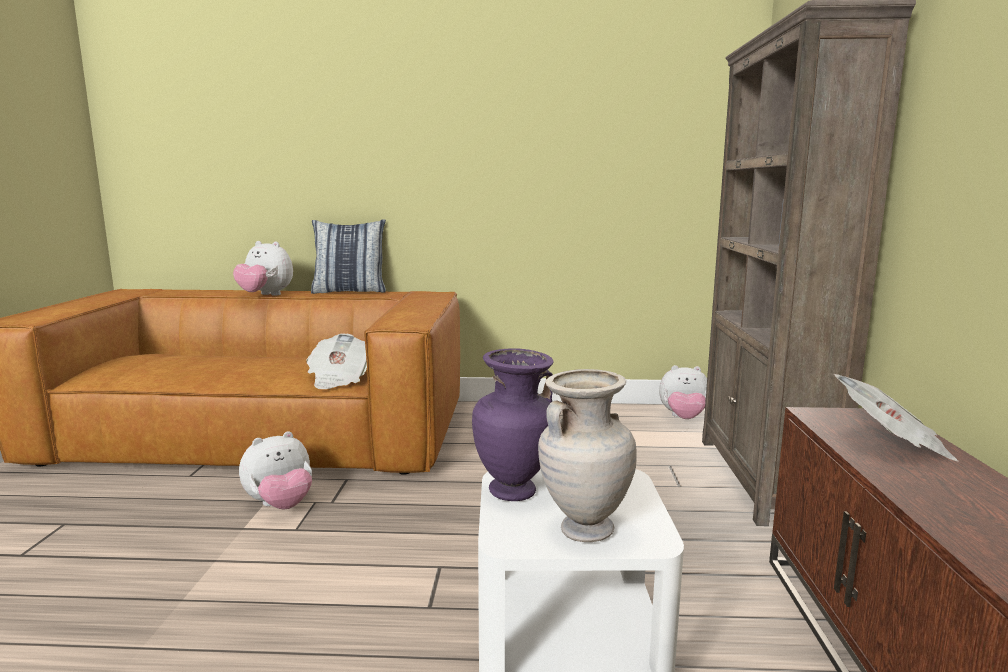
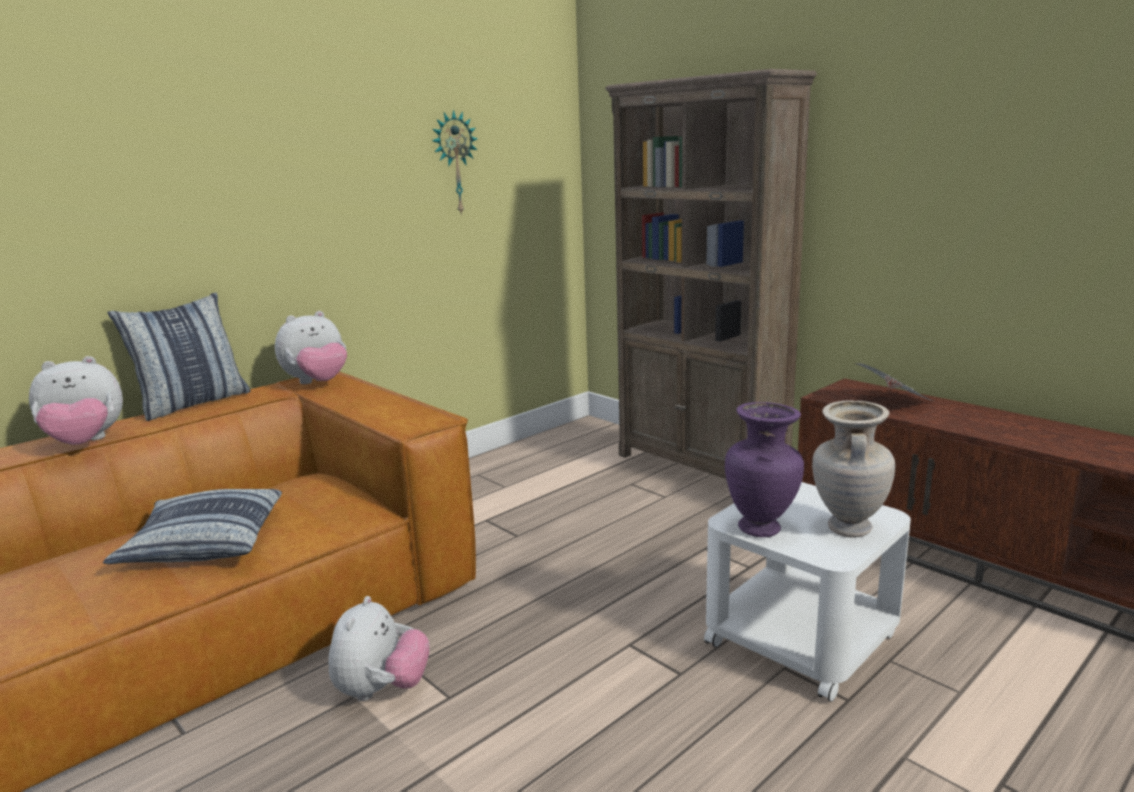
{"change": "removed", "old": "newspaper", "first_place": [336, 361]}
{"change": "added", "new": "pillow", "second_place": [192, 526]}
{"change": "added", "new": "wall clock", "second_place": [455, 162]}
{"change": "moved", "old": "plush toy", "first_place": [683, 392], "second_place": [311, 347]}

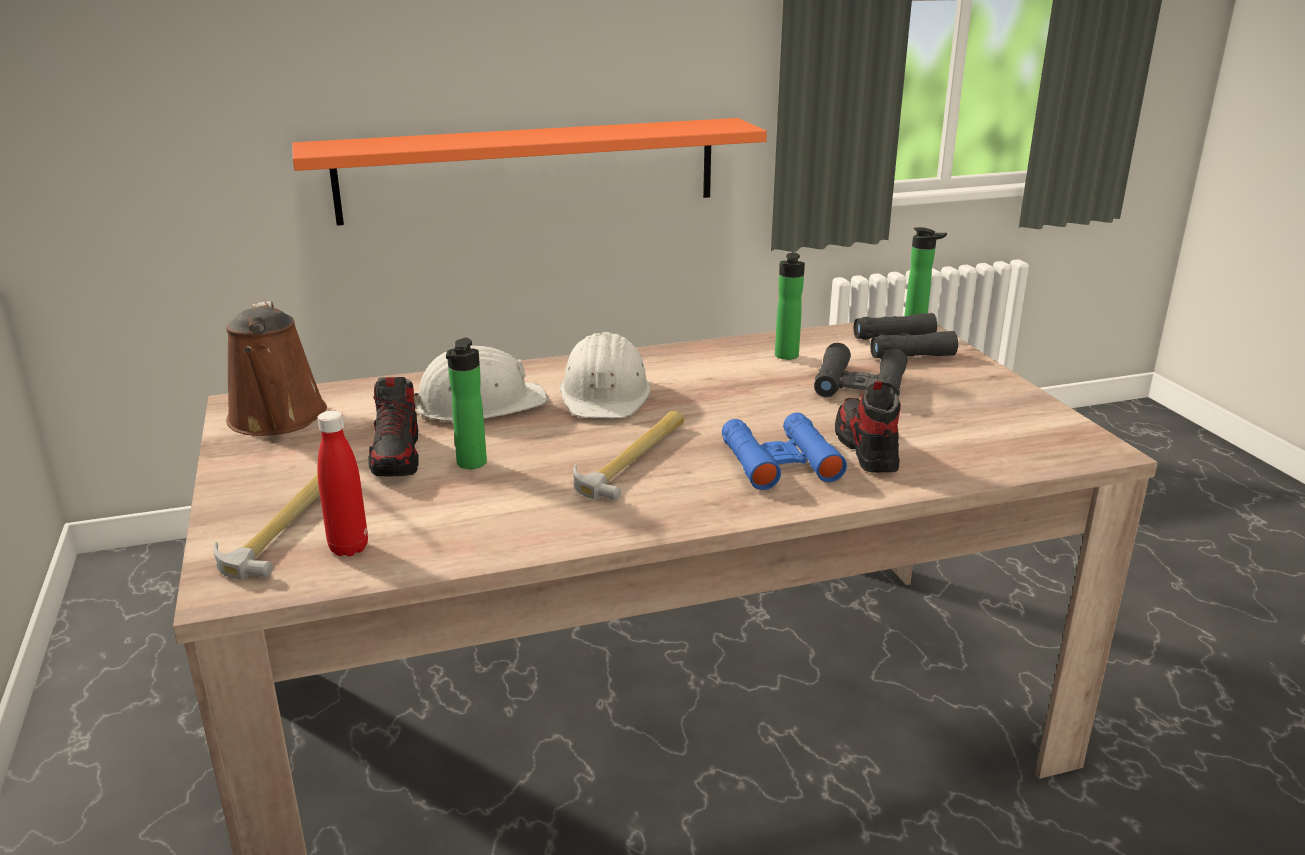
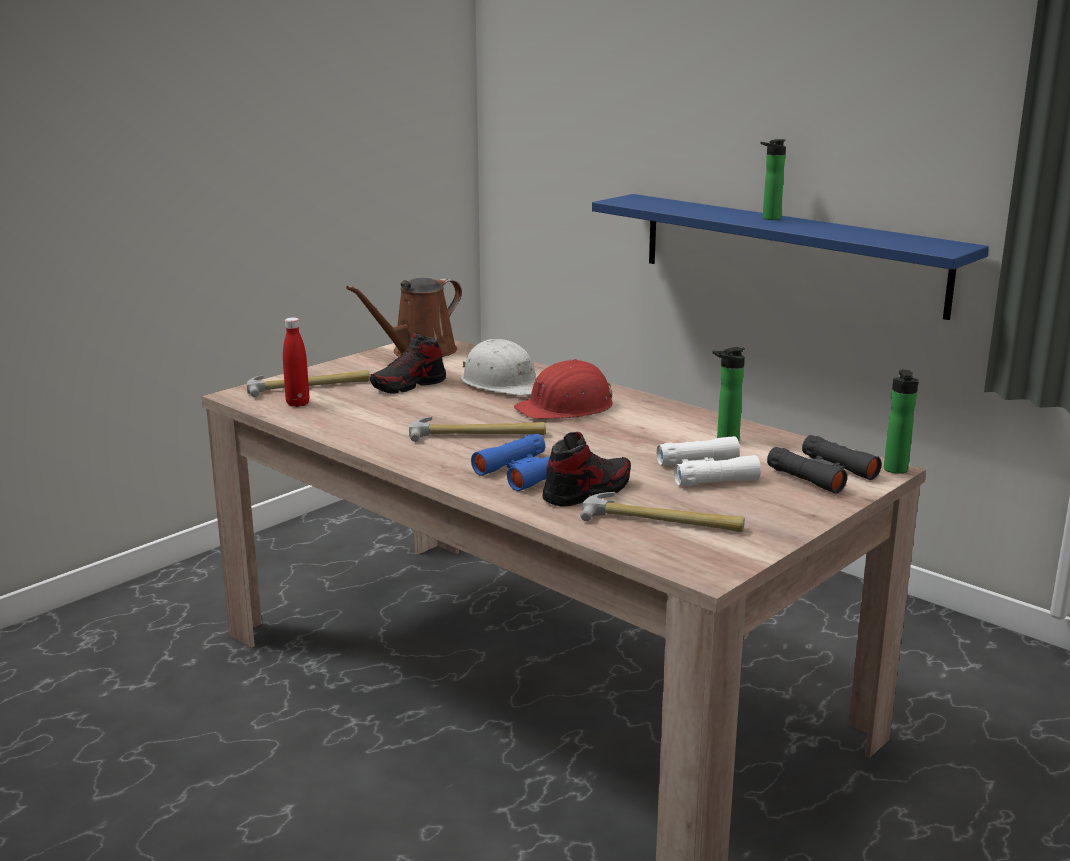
{"change": "added", "new": "hammer", "second_place": [662, 512]}
{"change": "moved", "old": "bottle", "first_place": [466, 403], "second_place": [773, 179]}
{"change": "recoloured", "old": "orange shelf", "new": "blue shelf", "first_place": [529, 172], "second_place": [790, 257]}
{"change": "recoloured", "old": "white hard hat", "new": "red hard hat", "first_place": [605, 375], "second_place": [563, 389]}
{"change": "recoloured", "old": "black binoculars", "new": "white binoculars", "first_place": [860, 370], "second_place": [708, 461]}

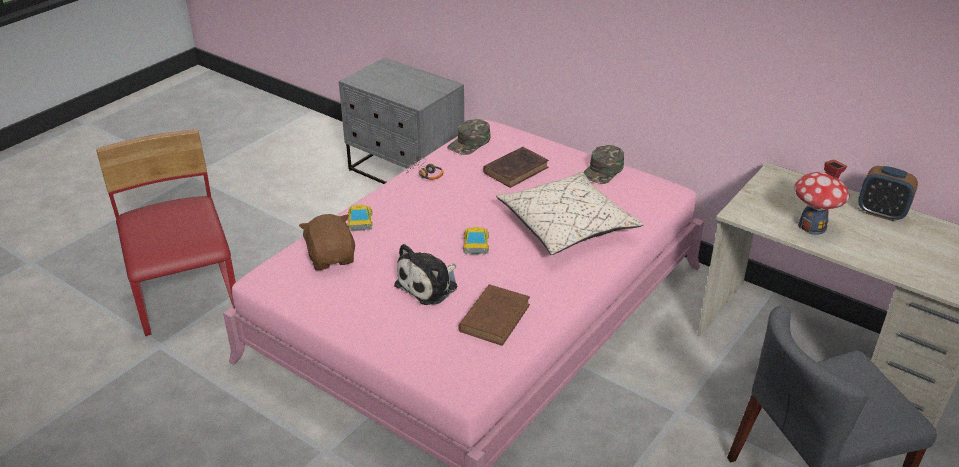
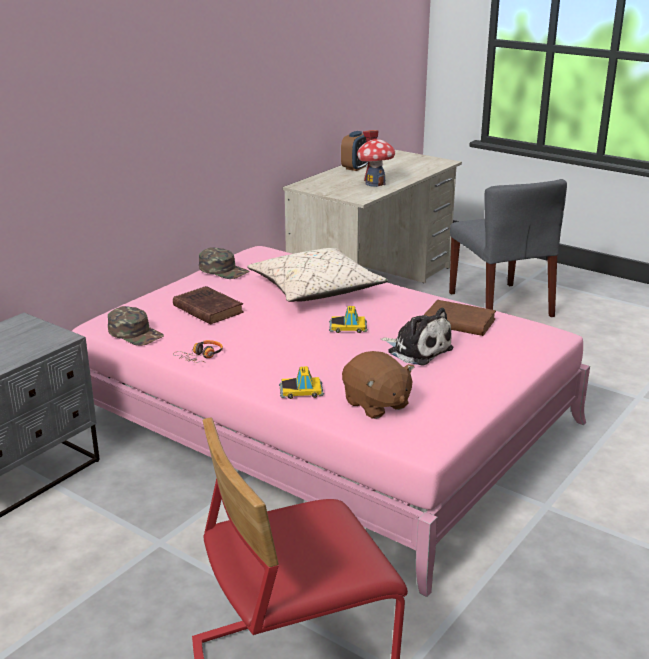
{"change": "turned", "old": "brown plush toy", "first_place": [327, 242], "second_place": [378, 385], "degrees": -105}

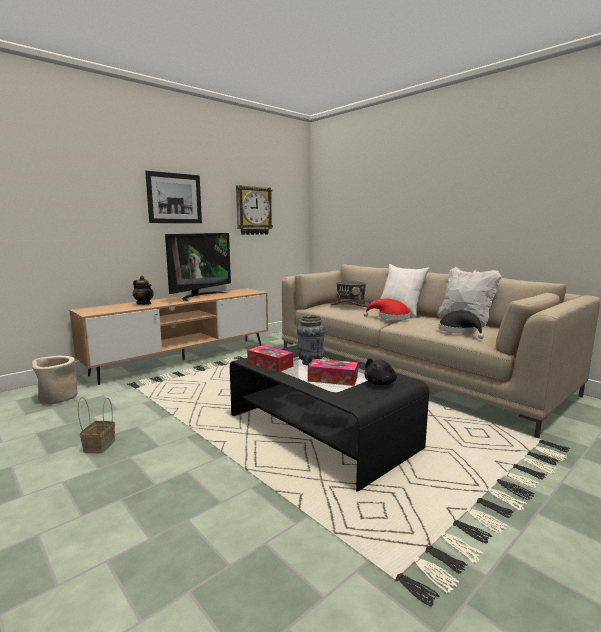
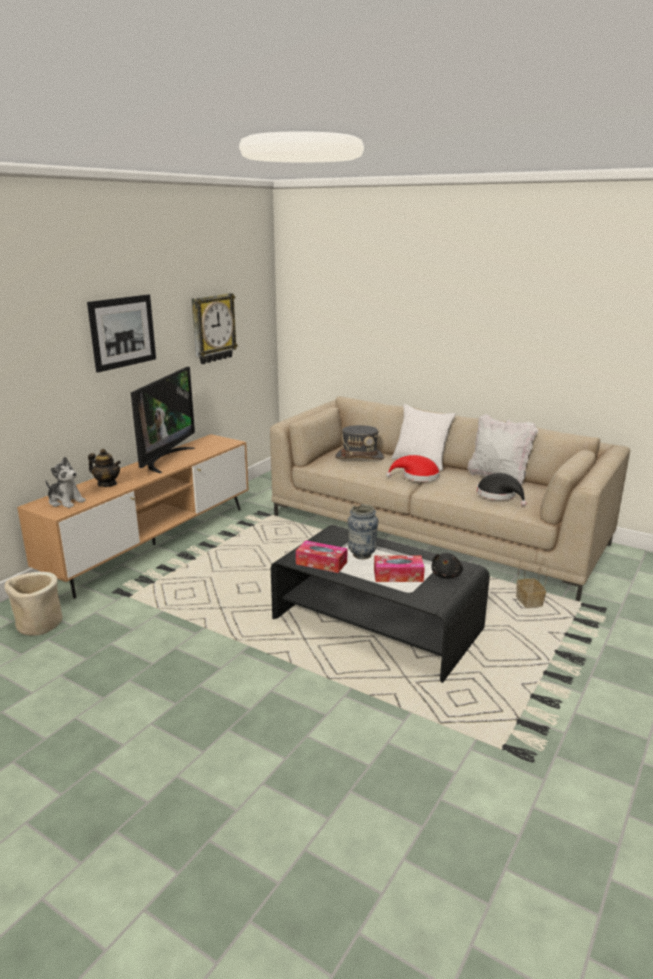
{"change": "added", "new": "plush toy", "second_place": [65, 482]}
{"change": "moved", "old": "basket", "first_place": [96, 425], "second_place": [532, 583]}

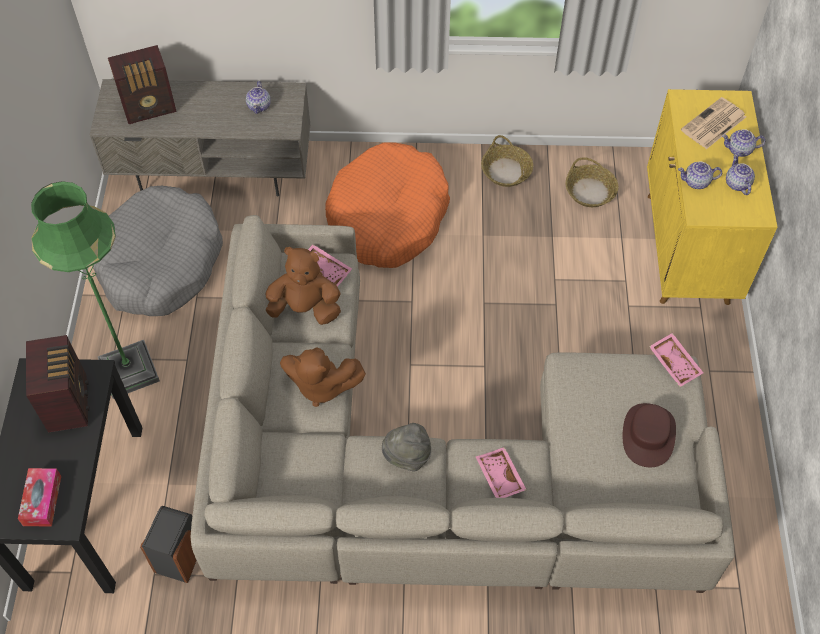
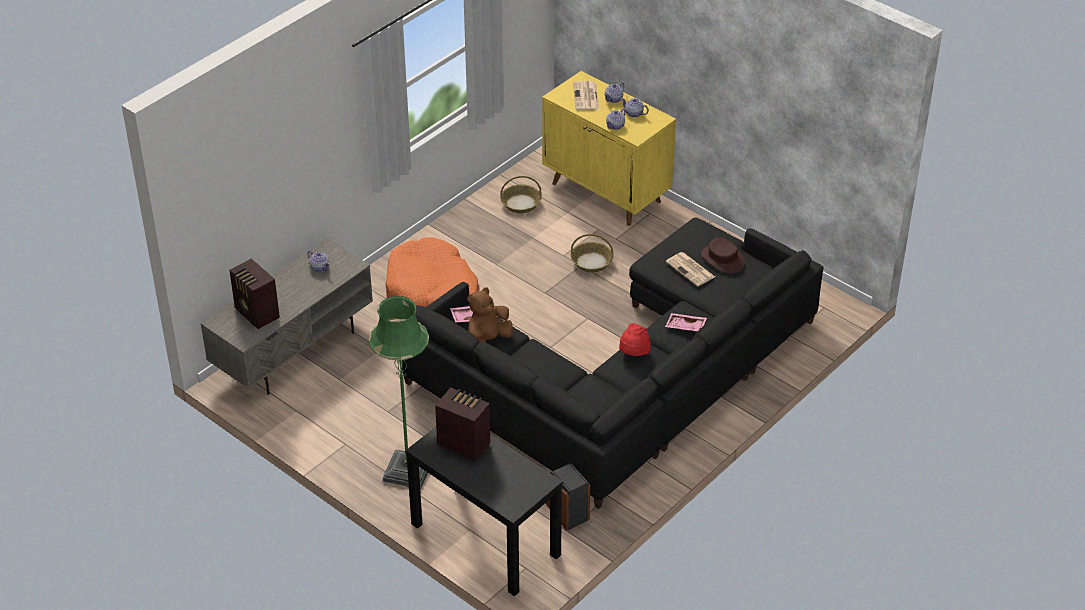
{"change": "removed", "old": "tissue box", "first_place": [39, 497]}
{"change": "removed", "old": "grey dog bed", "first_place": [157, 251]}
{"change": "removed", "old": "brown plush toy", "first_place": [323, 377]}
{"change": "removed", "old": "pink tray", "first_place": [676, 360]}
{"change": "added", "new": "newspaper", "second_place": [690, 269]}
{"change": "moved", "old": "basket", "first_place": [507, 161], "second_place": [592, 253]}
{"change": "recoloured", "old": "beige sofa", "new": "black sofa", "first_place": [463, 404], "second_place": [612, 363]}
{"change": "recoloured", "old": "grey hat", "new": "red hat", "first_place": [406, 447], "second_place": [635, 339]}
{"change": "turned", "old": "radio", "first_place": [142, 84], "second_place": [254, 294], "degrees": 120}

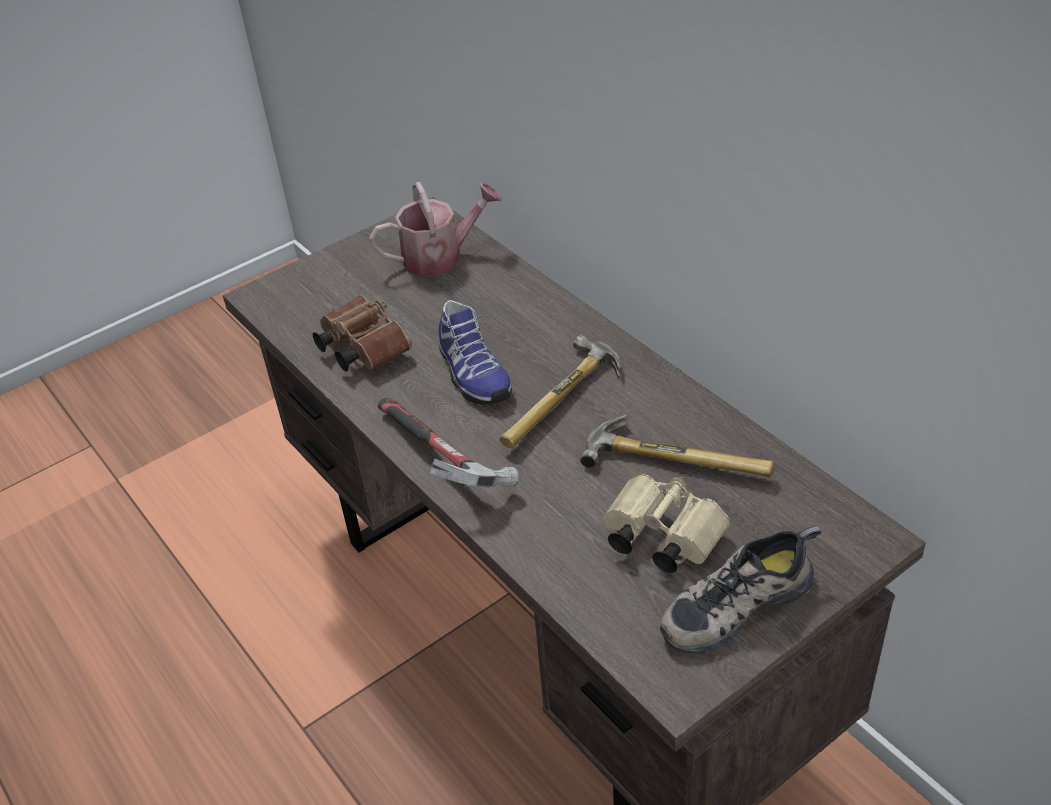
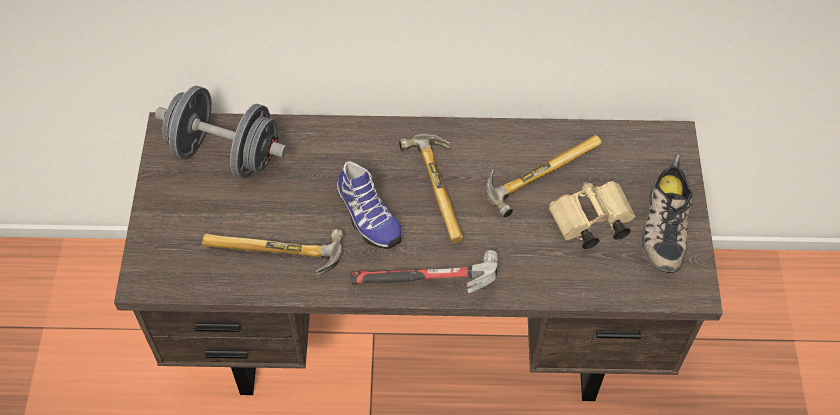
{"change": "replaced", "old": "brown binoculars", "new": "hammer", "first_place": [362, 333], "second_place": [273, 253]}
{"change": "replaced", "old": "watering can", "new": "grey dumbbell", "first_place": [435, 229], "second_place": [221, 132]}
{"change": "turned", "old": "shoe", "first_place": [475, 352], "second_place": [369, 205], "degrees": 45}

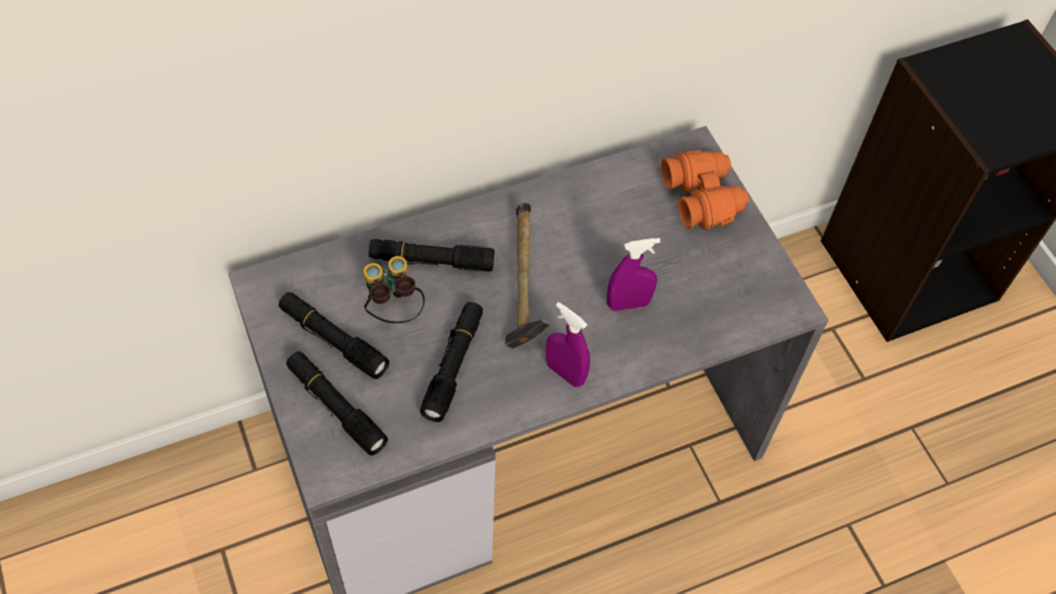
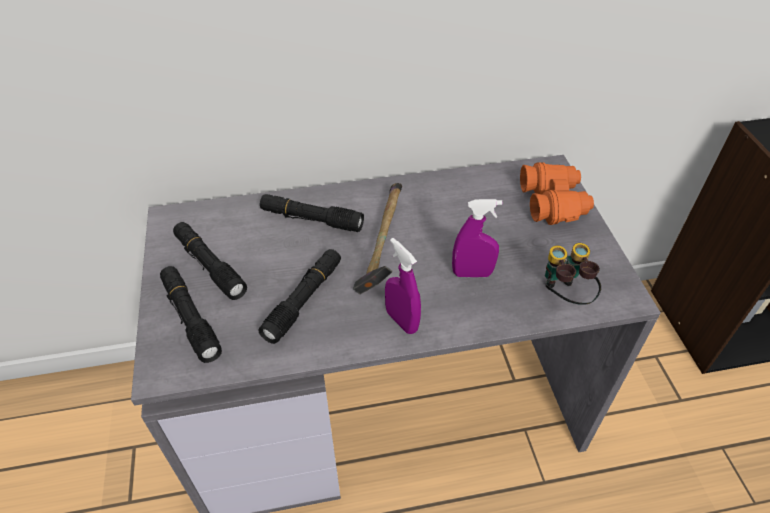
{"change": "moved", "old": "binoculars", "first_place": [394, 289], "second_place": [573, 274]}

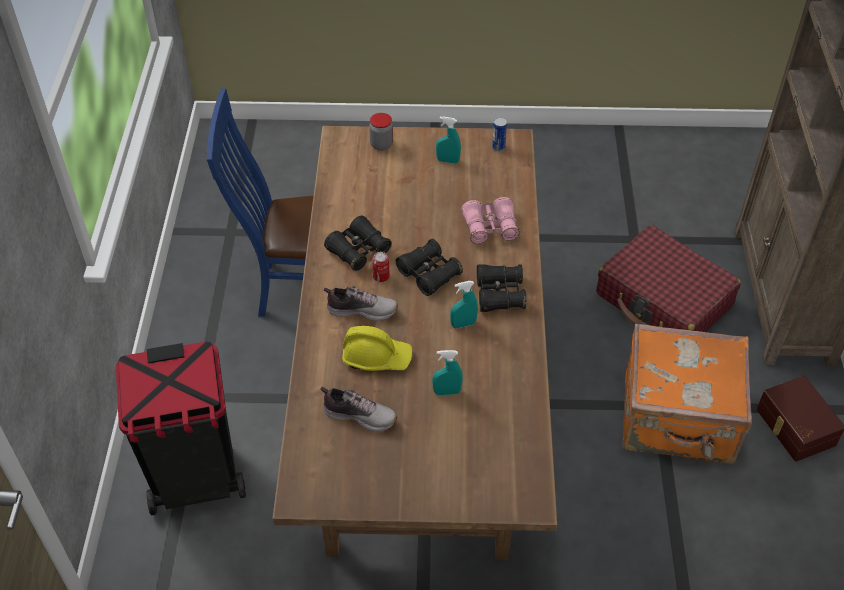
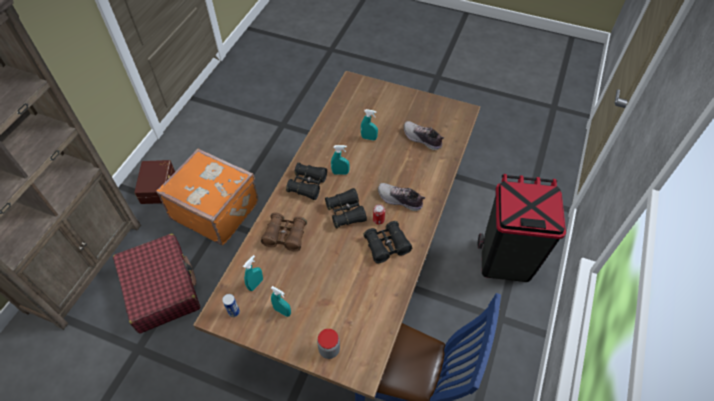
{"change": "removed", "old": "yellow hard hat", "first_place": [377, 348]}
{"change": "added", "new": "turquoise spray bottle", "second_place": [253, 273]}
{"change": "recoloured", "old": "pink binoculars", "new": "brown binoculars", "first_place": [491, 220], "second_place": [284, 232]}

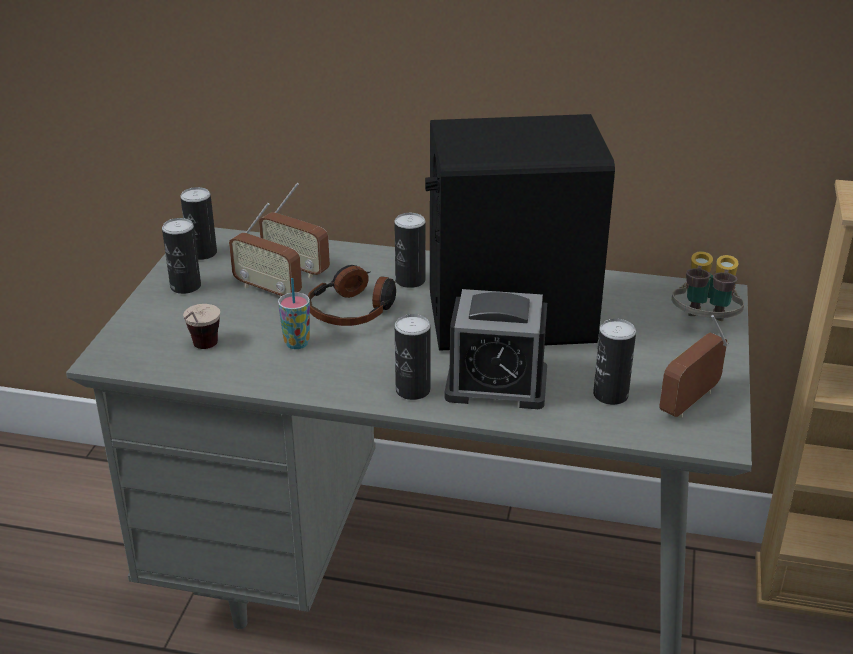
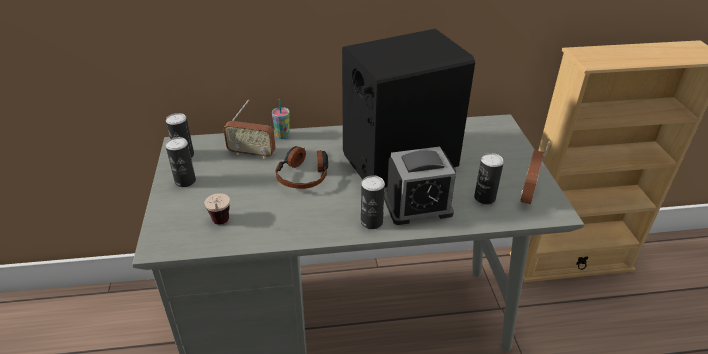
{"change": "removed", "old": "radio", "first_place": [265, 250]}
{"change": "removed", "old": "can", "first_place": [410, 250]}
{"change": "removed", "old": "binoculars", "first_place": [708, 286]}
{"change": "moved", "old": "cup", "first_place": [294, 313], "second_place": [281, 119]}

